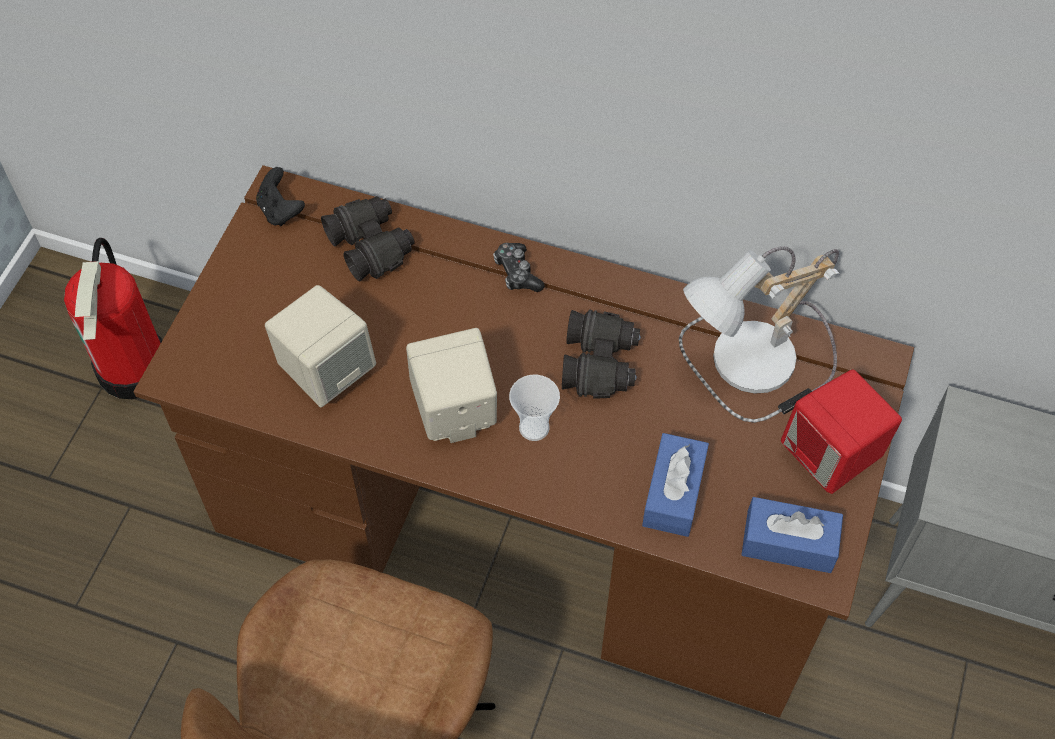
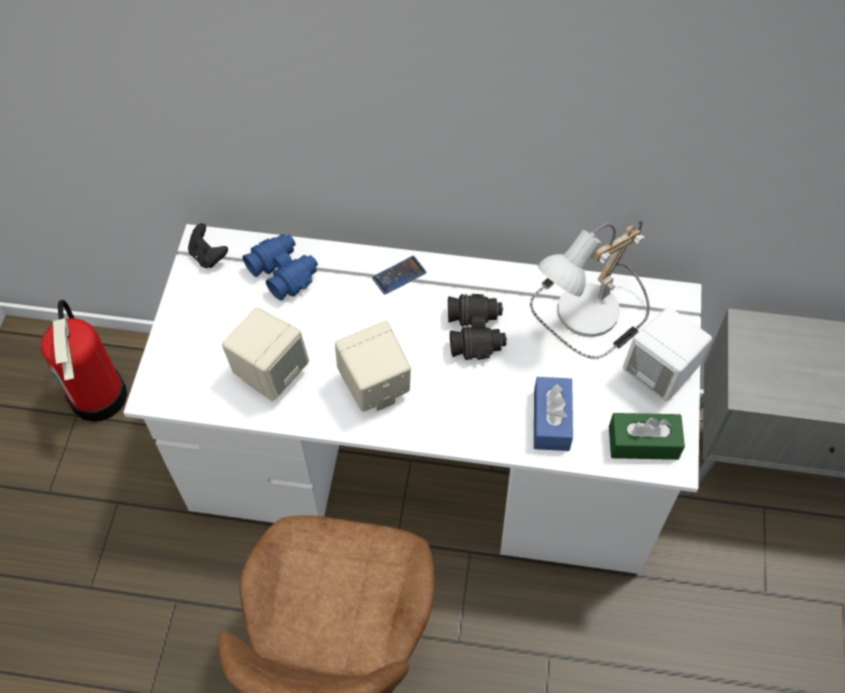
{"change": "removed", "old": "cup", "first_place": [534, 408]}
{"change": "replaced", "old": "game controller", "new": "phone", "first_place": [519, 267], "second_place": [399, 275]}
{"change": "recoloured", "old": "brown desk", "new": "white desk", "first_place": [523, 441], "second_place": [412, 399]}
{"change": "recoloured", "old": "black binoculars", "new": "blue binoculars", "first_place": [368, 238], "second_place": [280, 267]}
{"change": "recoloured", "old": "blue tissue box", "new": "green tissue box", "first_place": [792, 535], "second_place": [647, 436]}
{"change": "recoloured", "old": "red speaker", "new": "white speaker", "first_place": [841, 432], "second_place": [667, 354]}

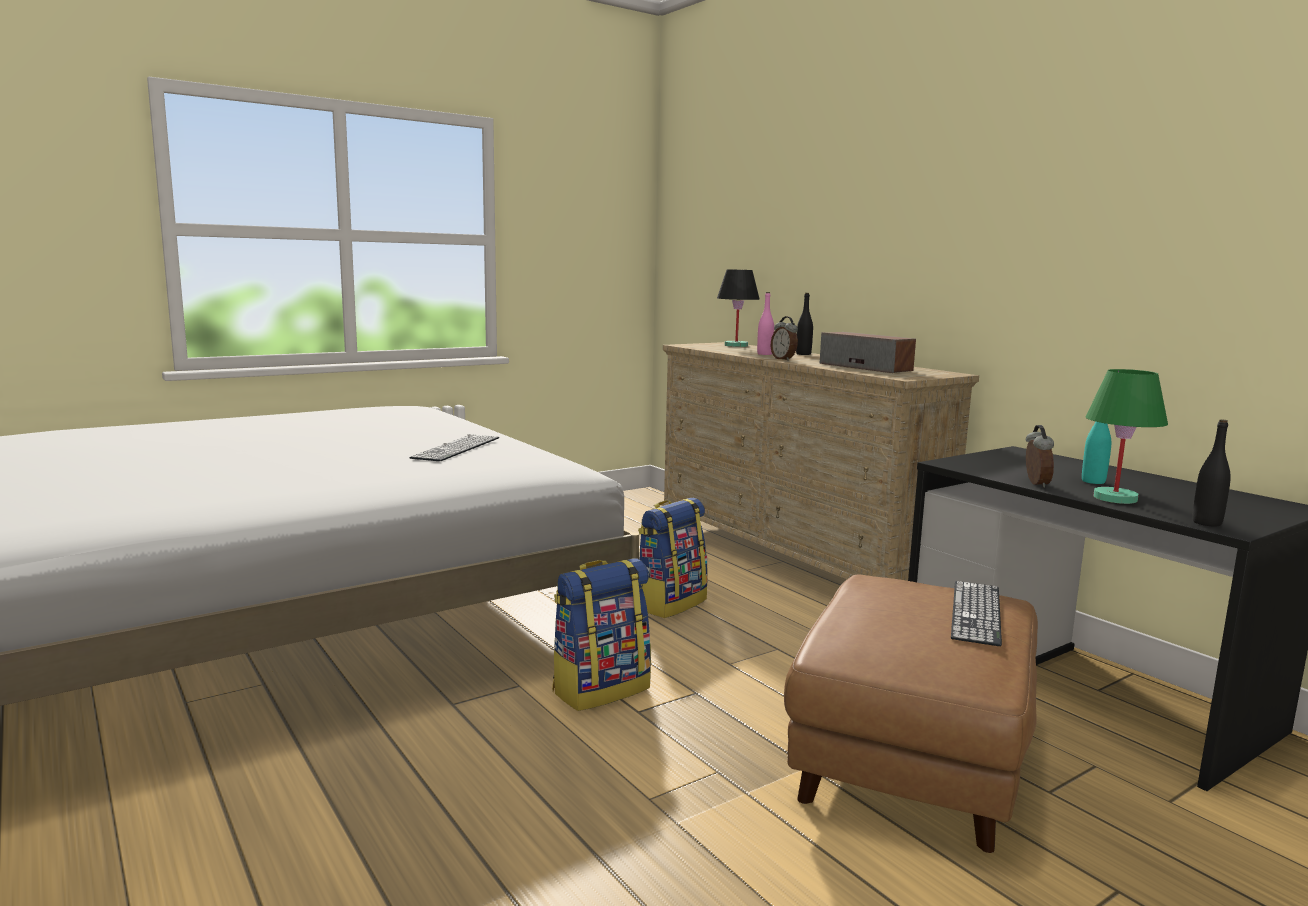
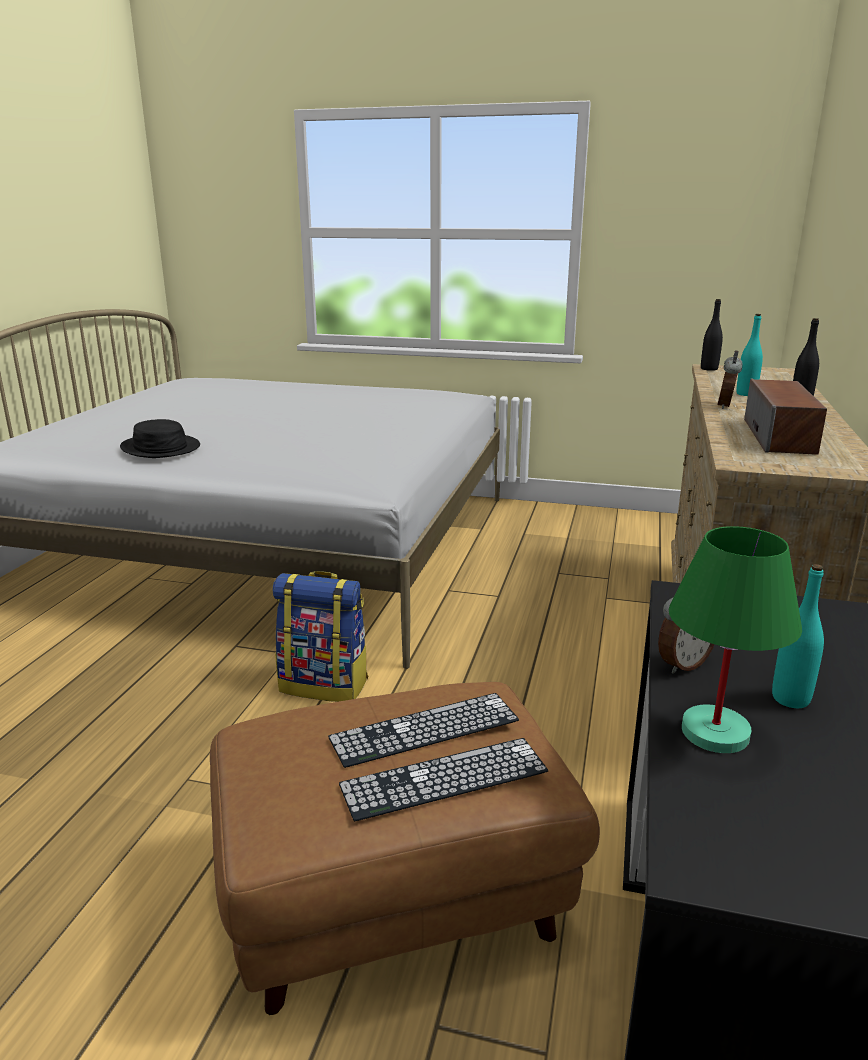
{"change": "removed", "old": "backpack", "first_place": [673, 558]}
{"change": "removed", "old": "black table lamp", "first_place": [738, 308]}
{"change": "added", "new": "black hat", "second_place": [160, 438]}
{"change": "moved", "old": "keyboard", "first_place": [454, 447], "second_place": [423, 730]}
{"change": "moved", "old": "black bottle", "first_place": [1211, 473], "second_place": [712, 335]}
{"change": "recoloured", "old": "pink bottle", "new": "turquoise bottle", "first_place": [765, 323], "second_place": [749, 355]}

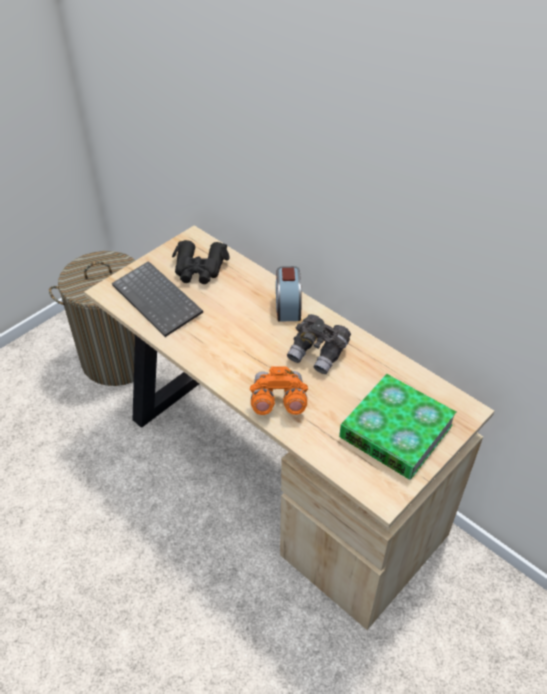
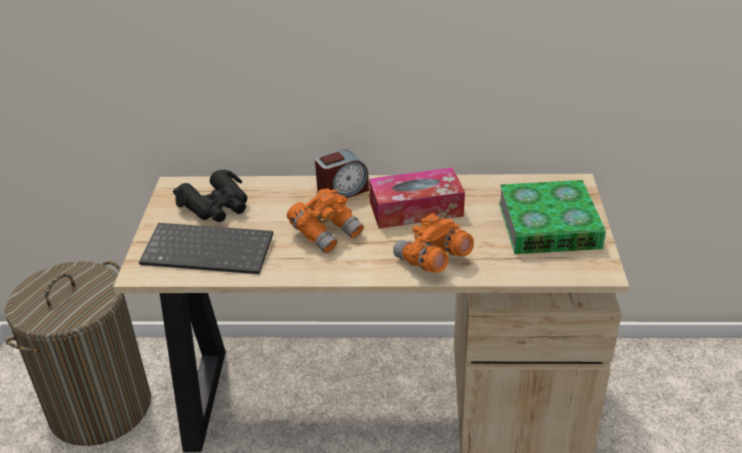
{"change": "added", "new": "orange binoculars", "second_place": [325, 220]}
{"change": "replaced", "old": "grey binoculars", "new": "tissue box", "first_place": [319, 344], "second_place": [417, 198]}
{"change": "turned", "old": "alarm clock", "first_place": [289, 294], "second_place": [342, 173], "degrees": -75}

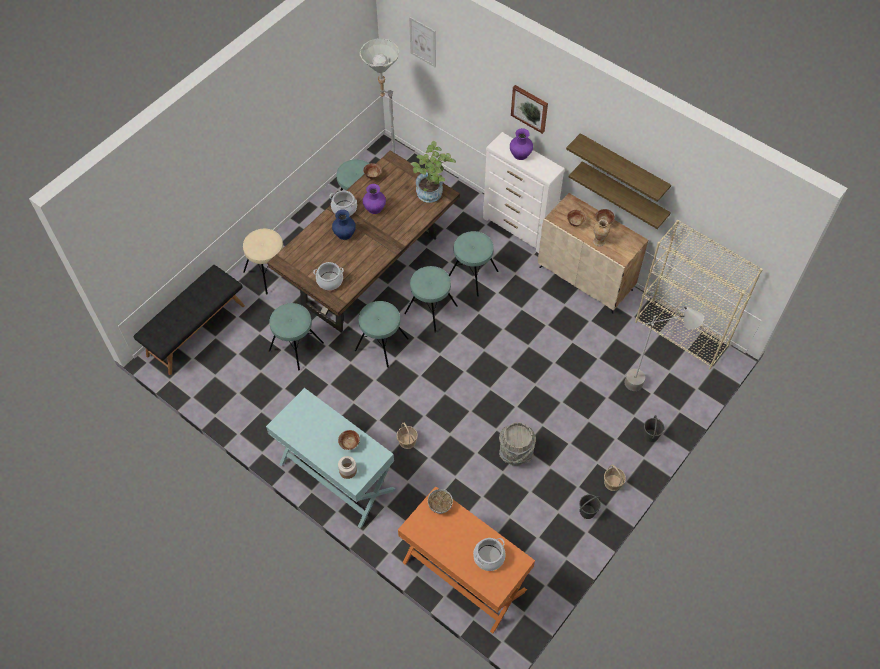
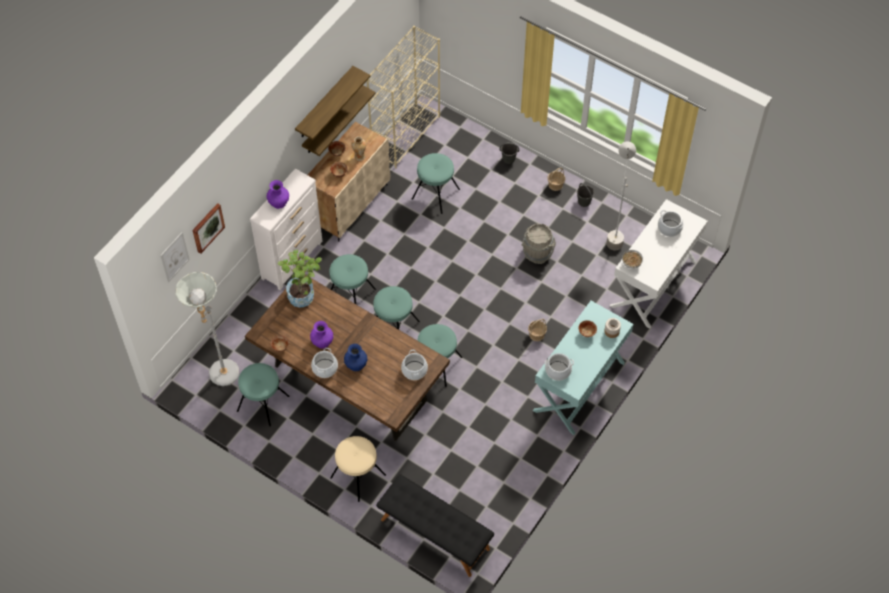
{"change": "added", "new": "cooking pot", "second_place": [559, 367]}
{"change": "moved", "old": "turquoise stool", "first_place": [296, 336], "second_place": [436, 183]}
{"change": "moved", "old": "picture", "first_place": [529, 109], "second_place": [209, 228]}
{"change": "moved", "old": "grey floor lamp", "first_place": [664, 349], "second_place": [621, 195]}
{"change": "recoloured", "old": "orange console table", "new": "white console table", "first_place": [466, 560], "second_place": [659, 264]}

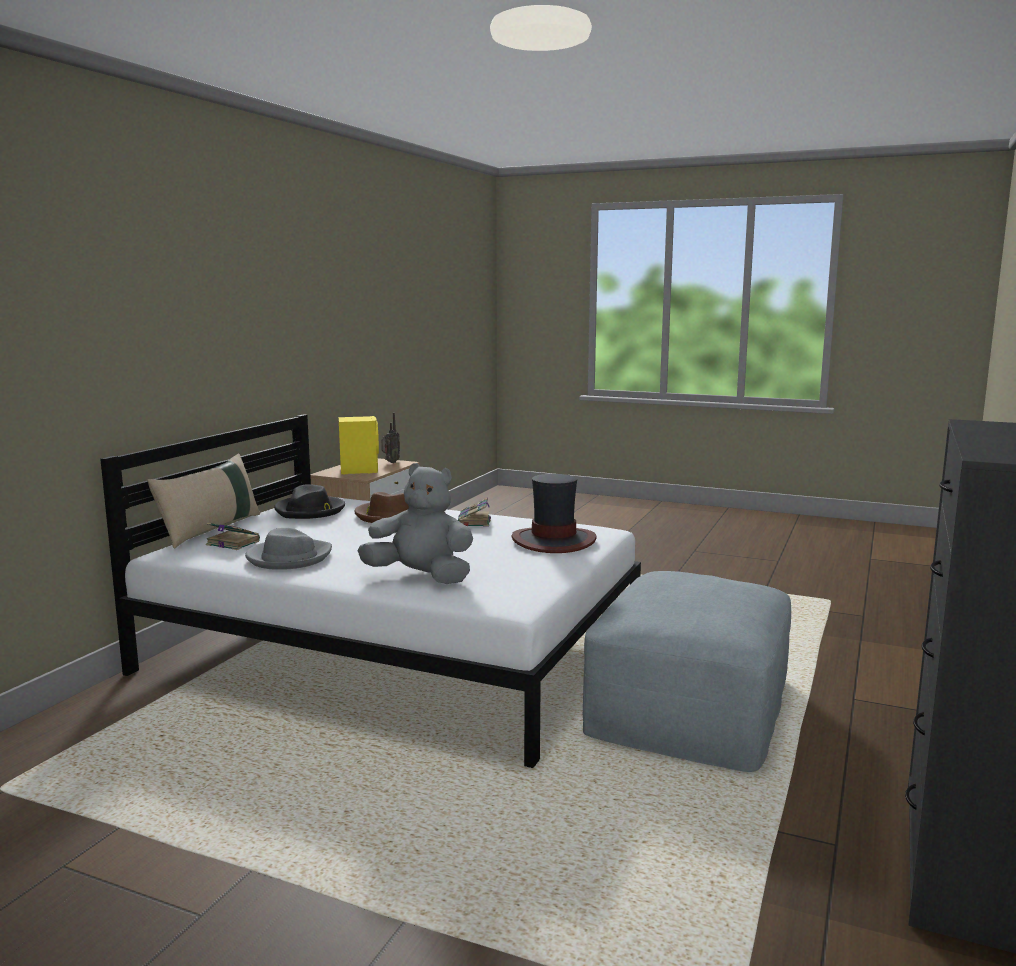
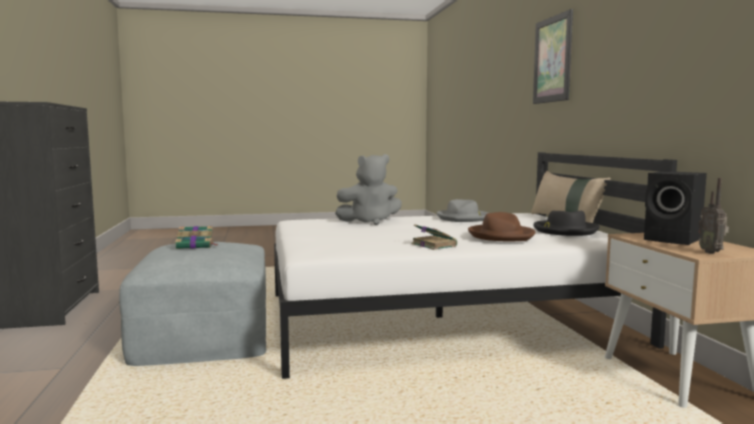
{"change": "removed", "old": "hat", "first_place": [554, 513]}
{"change": "added", "new": "picture", "second_place": [553, 56]}
{"change": "moved", "old": "book", "first_place": [233, 536], "second_place": [196, 237]}
{"change": "recoloured", "old": "yellow speaker", "new": "black speaker", "first_place": [359, 445], "second_place": [675, 208]}

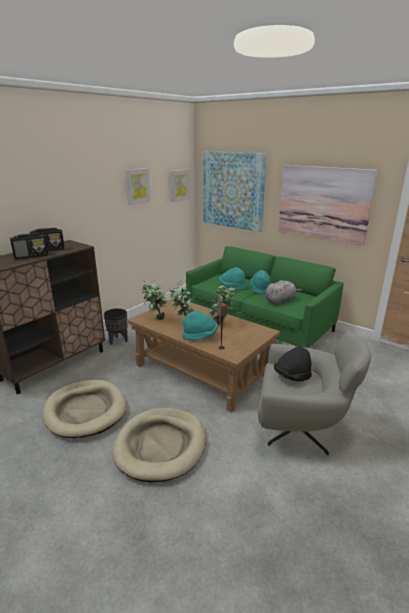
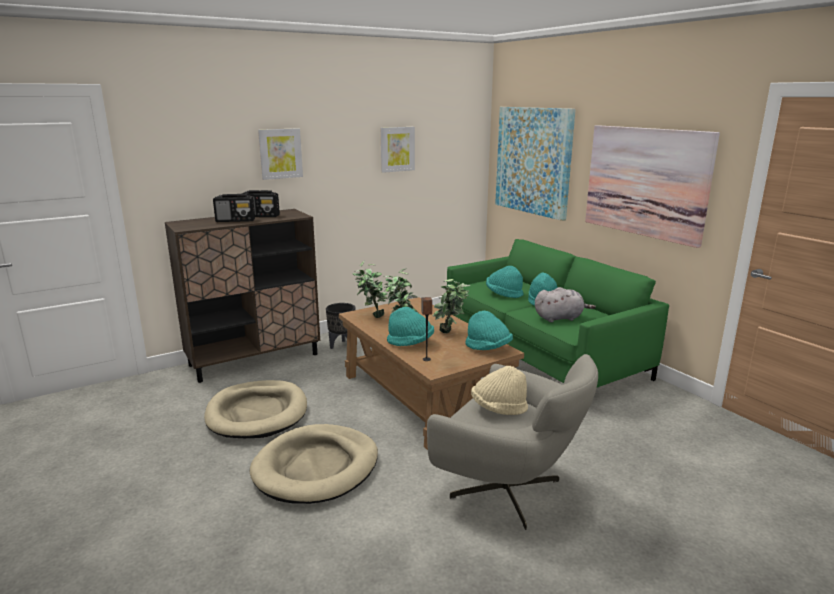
{"change": "added", "new": "turquoise hat", "second_place": [489, 330]}
{"change": "moved", "old": "picture", "first_place": [179, 185], "second_place": [280, 154]}
{"change": "recoloured", "old": "black hat", "new": "beige hat", "first_place": [293, 363], "second_place": [499, 390]}

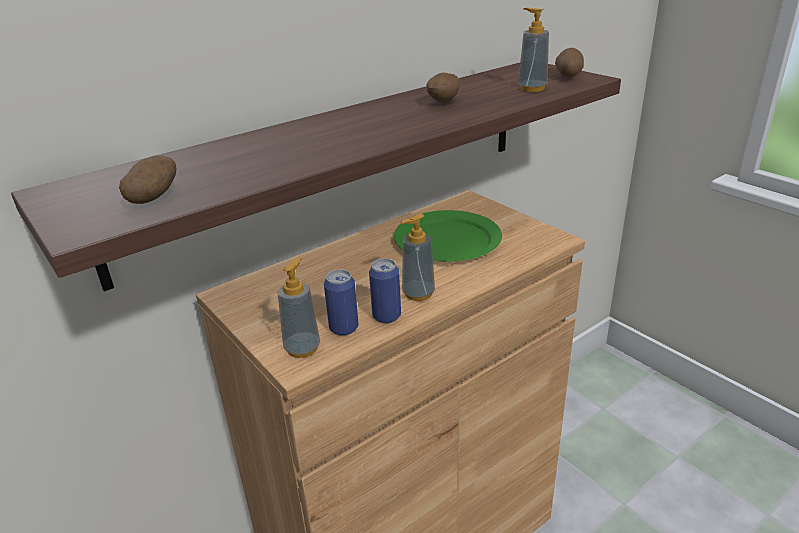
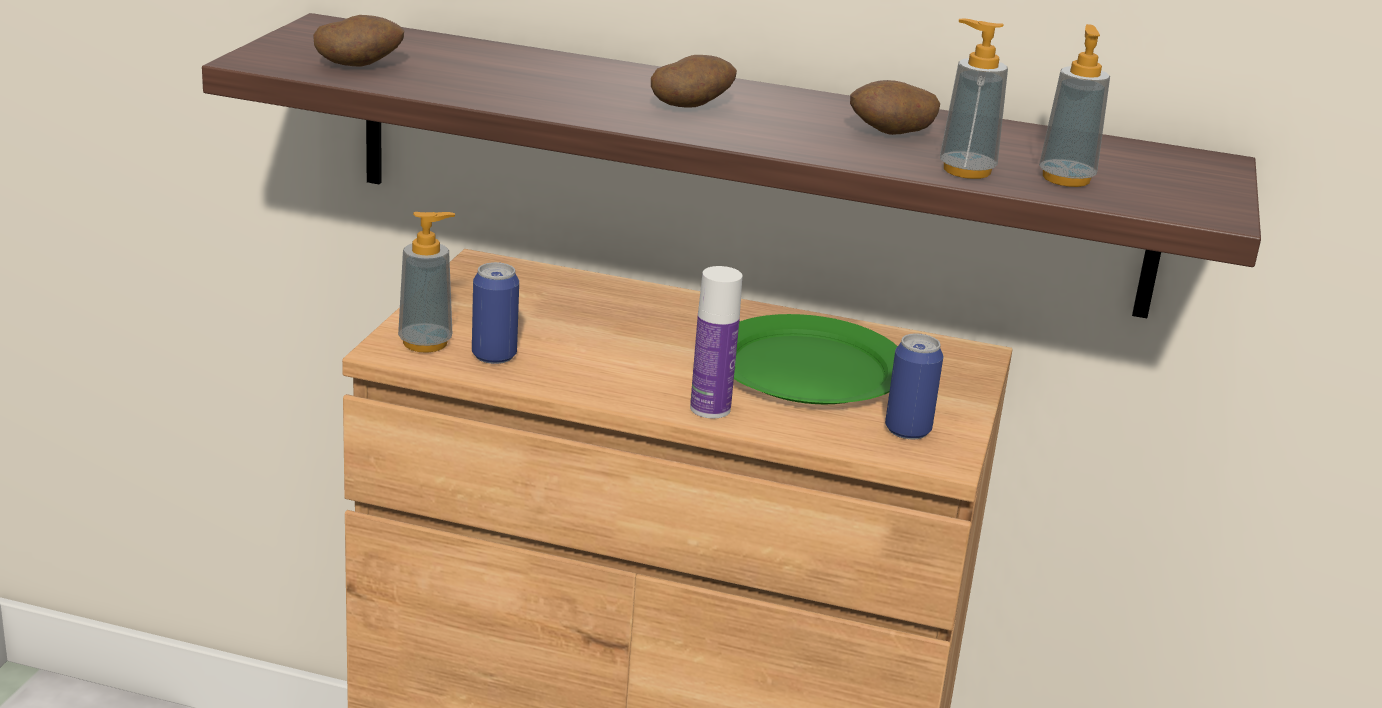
{"change": "added", "new": "bottle", "second_place": [716, 342]}
{"change": "moved", "old": "can", "first_place": [385, 290], "second_place": [914, 386]}
{"change": "moved", "old": "soap dispenser", "first_place": [418, 257], "second_place": [974, 99]}
{"change": "moved", "old": "potato", "first_place": [569, 63], "second_place": [694, 81]}

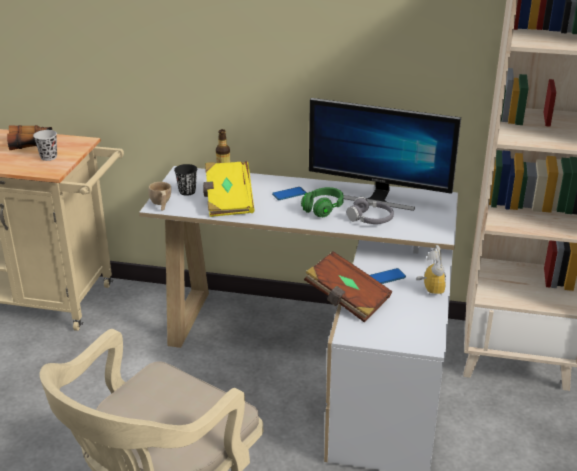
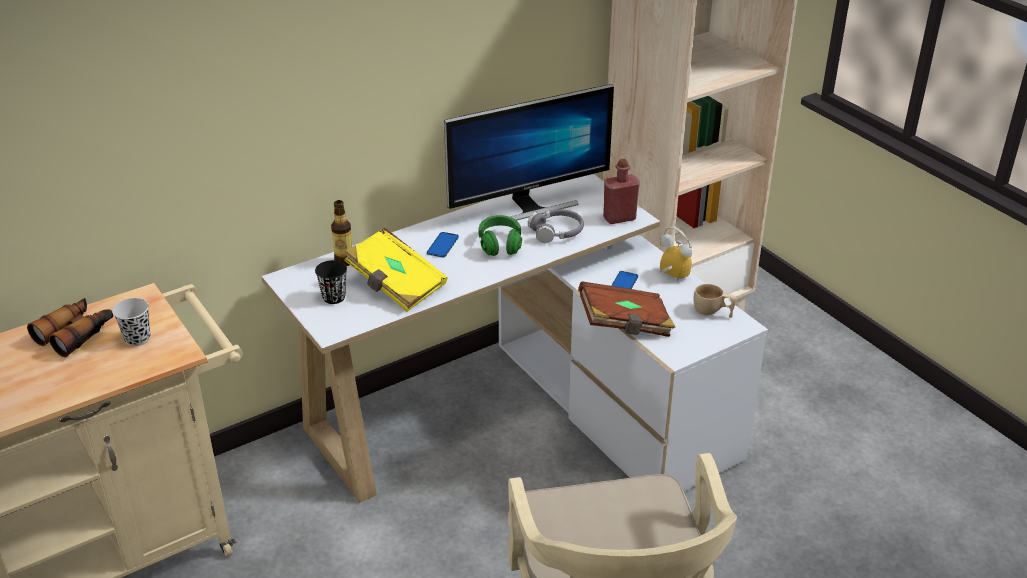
{"change": "added", "new": "red bottle", "second_place": [621, 191]}
{"change": "moved", "old": "beige cup", "first_place": [160, 196], "second_place": [714, 301]}

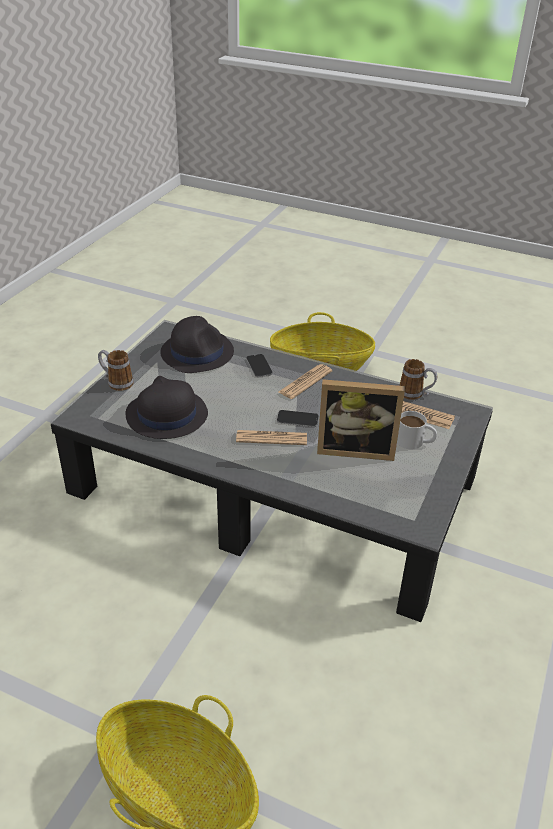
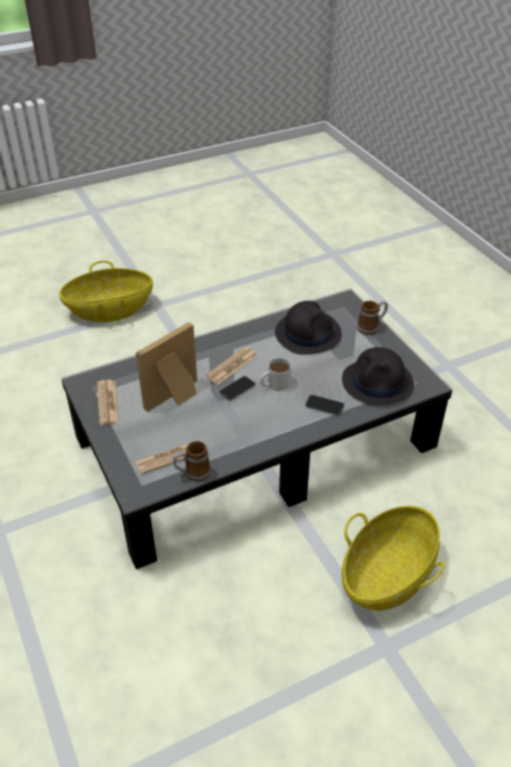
{"change": "moved", "old": "newspaper", "first_place": [305, 381], "second_place": [108, 402]}
{"change": "moved", "old": "white mug", "first_place": [417, 430], "second_place": [275, 374]}

